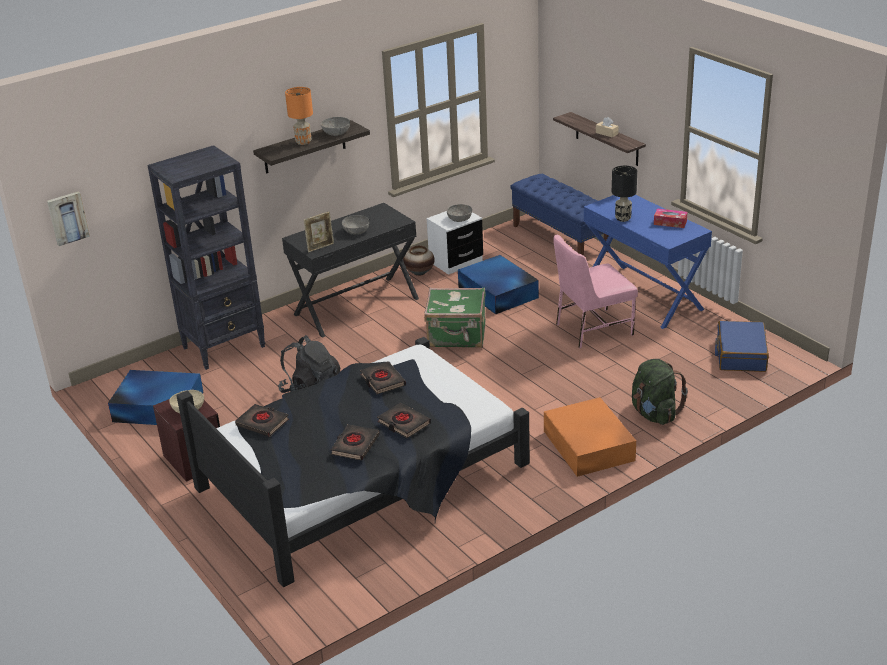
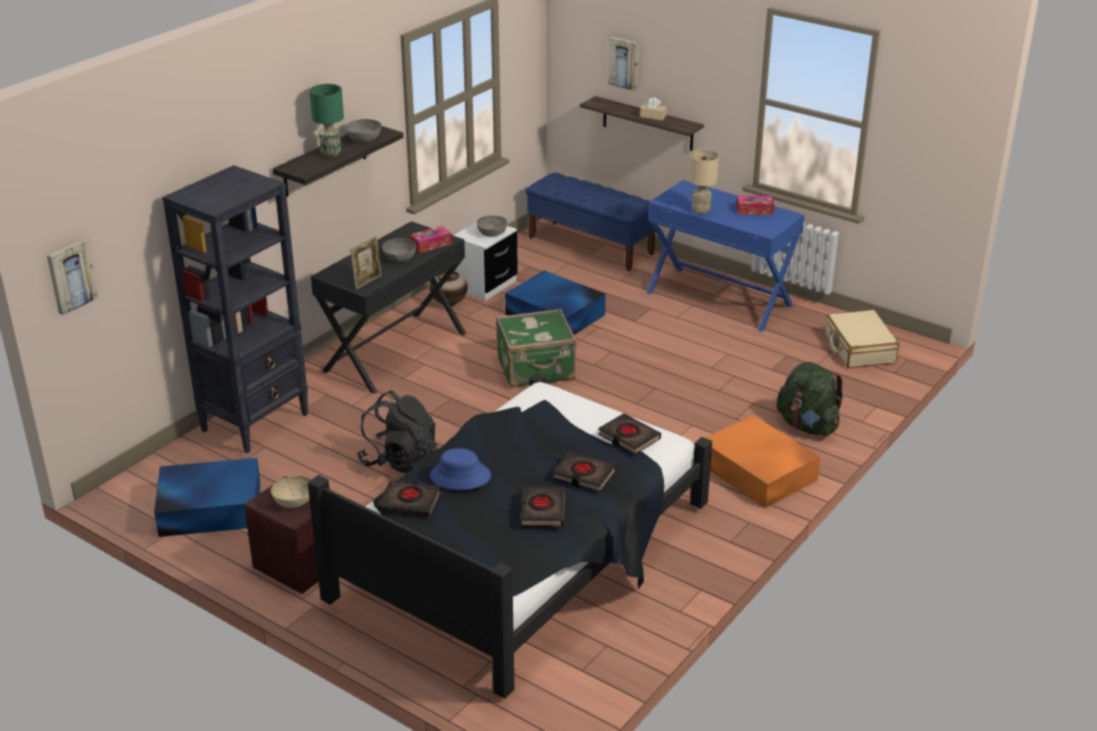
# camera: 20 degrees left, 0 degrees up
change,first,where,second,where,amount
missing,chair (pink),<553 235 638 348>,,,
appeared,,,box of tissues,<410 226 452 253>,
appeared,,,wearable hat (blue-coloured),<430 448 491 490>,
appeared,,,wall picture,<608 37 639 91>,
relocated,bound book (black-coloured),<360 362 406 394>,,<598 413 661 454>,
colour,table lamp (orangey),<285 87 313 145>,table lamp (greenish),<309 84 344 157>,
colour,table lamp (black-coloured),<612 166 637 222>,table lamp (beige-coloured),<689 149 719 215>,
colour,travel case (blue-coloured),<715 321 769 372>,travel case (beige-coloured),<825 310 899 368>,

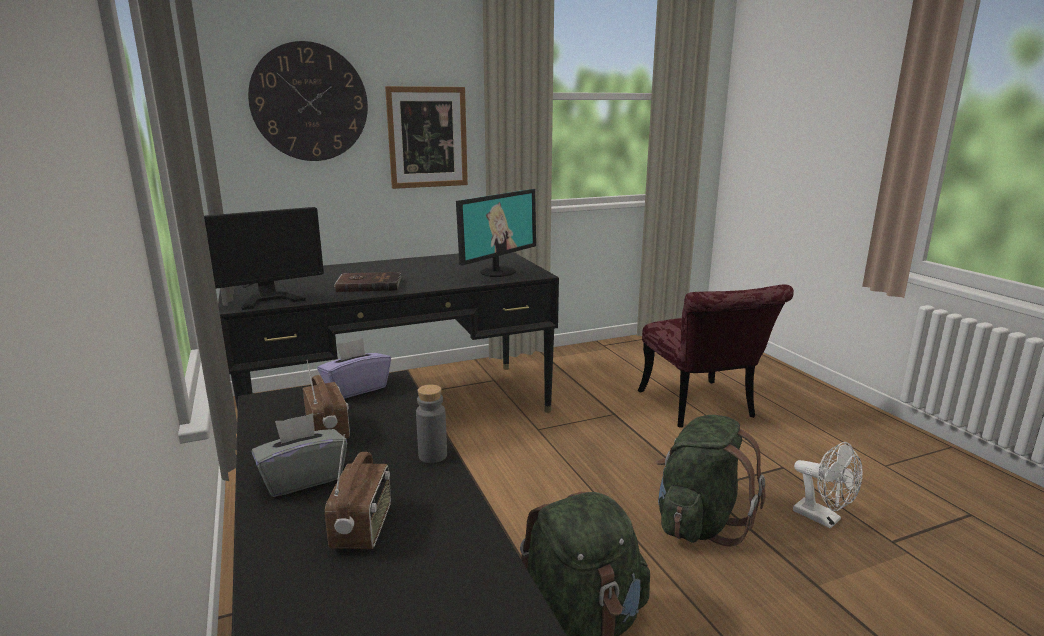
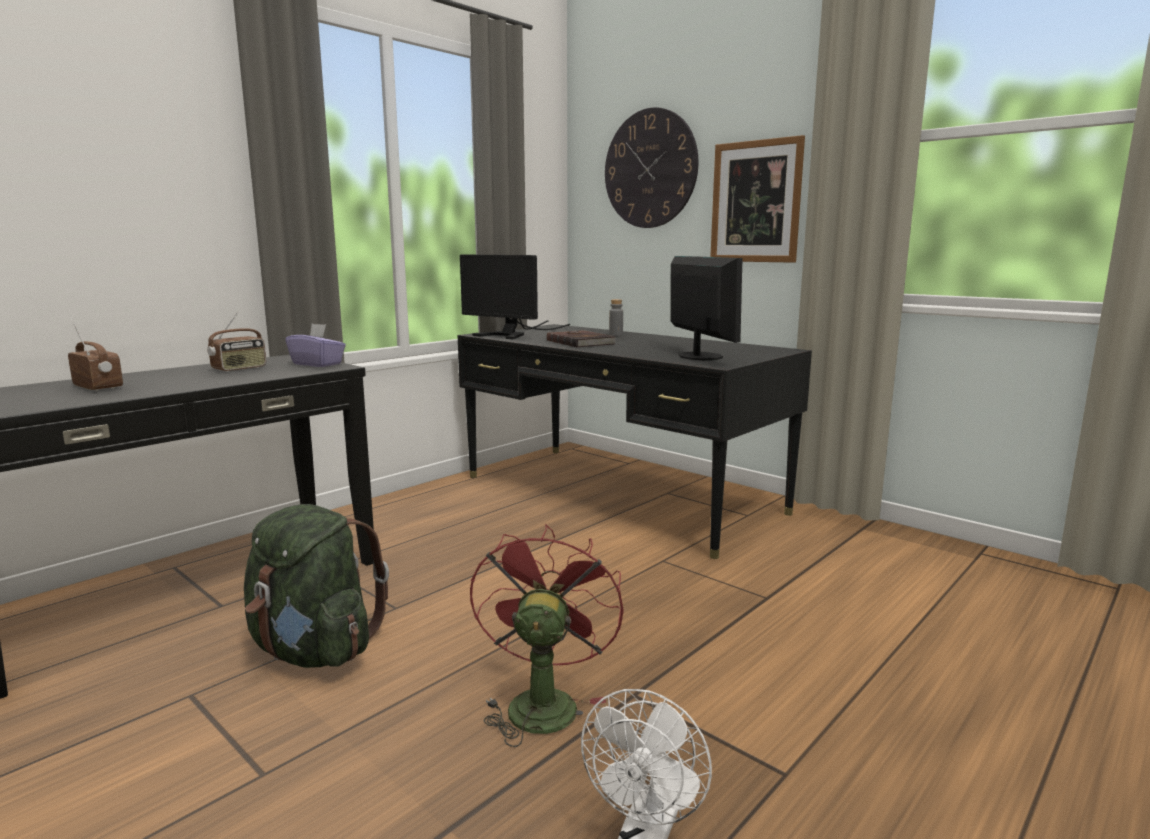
# camera: 65 degrees right, 5 degrees down
change,first,where,second,where,amount
missing,box of tissues (grey),<252 413 347 497>,,,
missing,chair (red-coloured),<638 284 794 428>,,,
relocated,bottle (grey),<416 384 447 463>,,<609 299 623 336>,
exchanged,knapsack (greenish),<657 415 765 547>,cooling fan (red-coloured),<470 524 624 747>,
spun,radio set,<325 434 391 549>,,<68 324 123 391>,120 degrees counterclockwise
spun,computer screen,<456 189 536 277>,,<671 256 742 360>,120 degrees counterclockwise

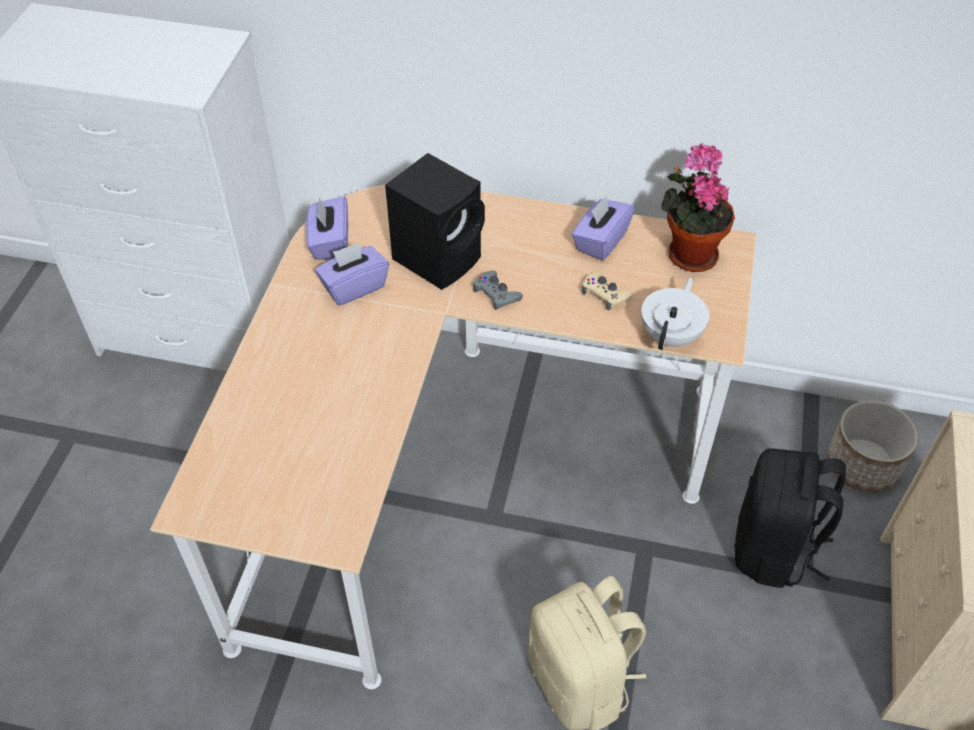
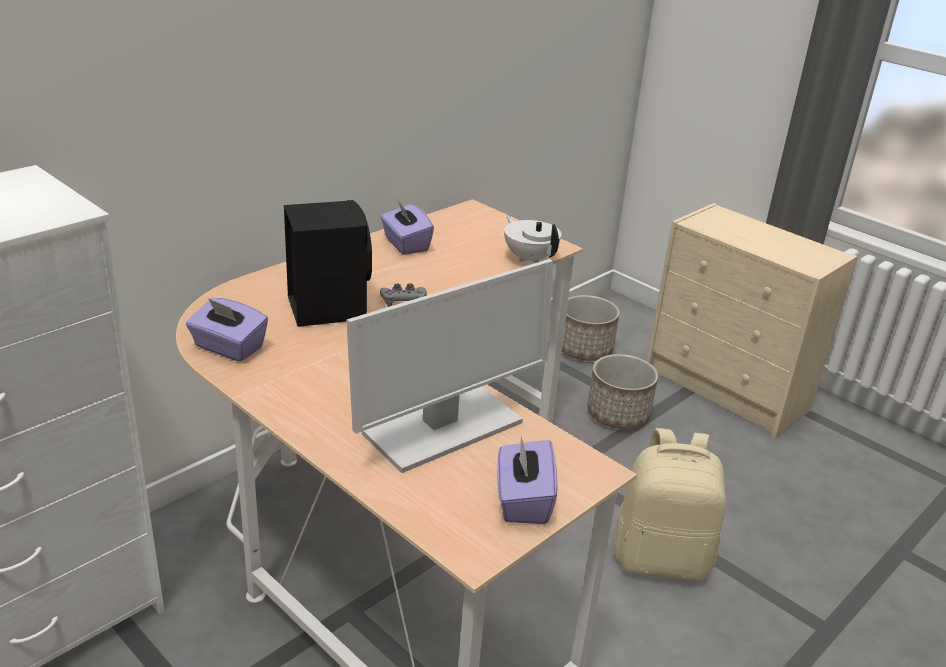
# camera: 60 degrees left, 20 degrees down
change,first,where,second,where,amount
missing,gamepad (beige-coloured),<582 271 632 310>,,,
missing,potted plant,<661 143 735 272>,,,
appeared,,,computer screen,<346 259 553 473>,
relocated,box of tissues (purple-coloured),<315 242 389 306>,,<497 437 557 524>,
exchanged,knapsack (black-coloured),<734 448 846 588>,planter,<587 354 658 429>,

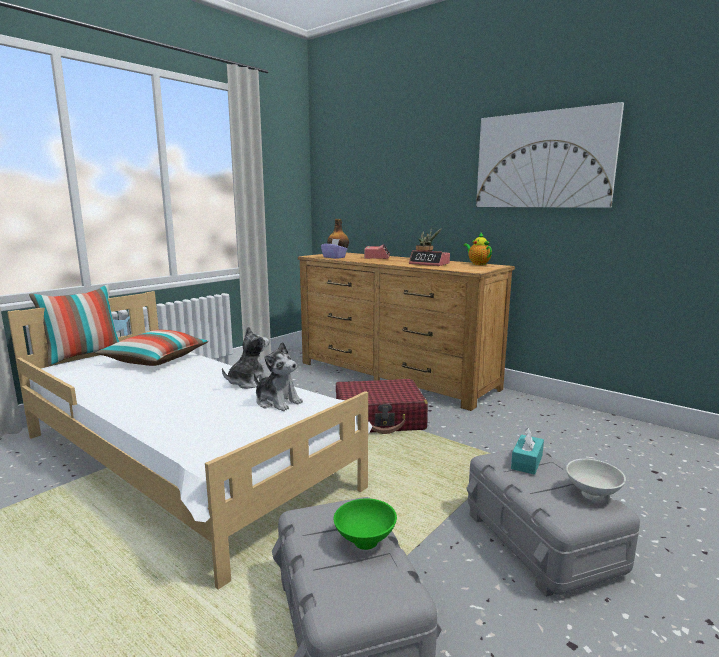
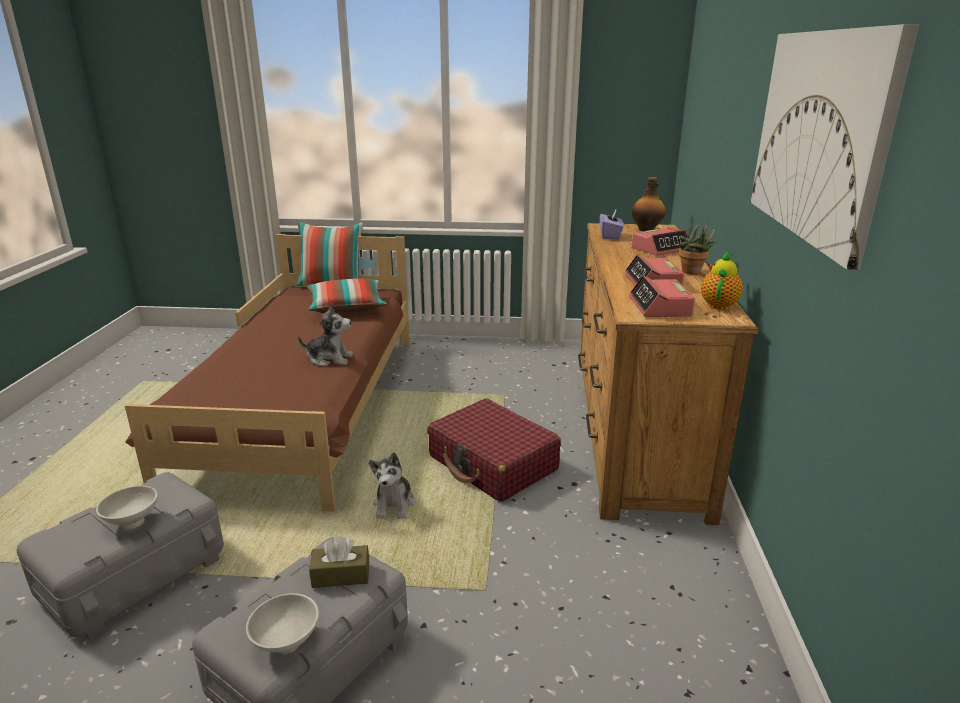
# camera: 55 degrees right, 10 degrees up
change,first,where,second,where,amount
appeared,,,alarm clock,<629 275 695 317>,
relocated,soft toy,<254 342 303 411>,,<368 452 415 519>,
colour,bed (white),<7 291 372 590>,bed (brown),<125 234 410 512>,
colour,deep dish (greenish),<333 498 397 550>,deep dish (white),<96 486 158 529>,
colour,box of tissues (turquoise-coloured),<511 428 544 475>,box of tissues (brown),<309 536 369 588>,

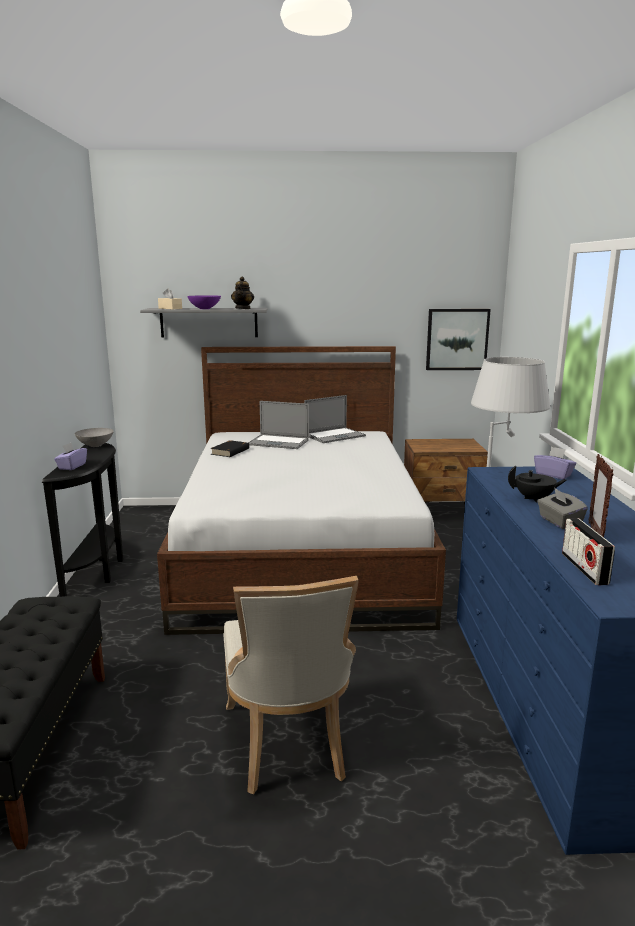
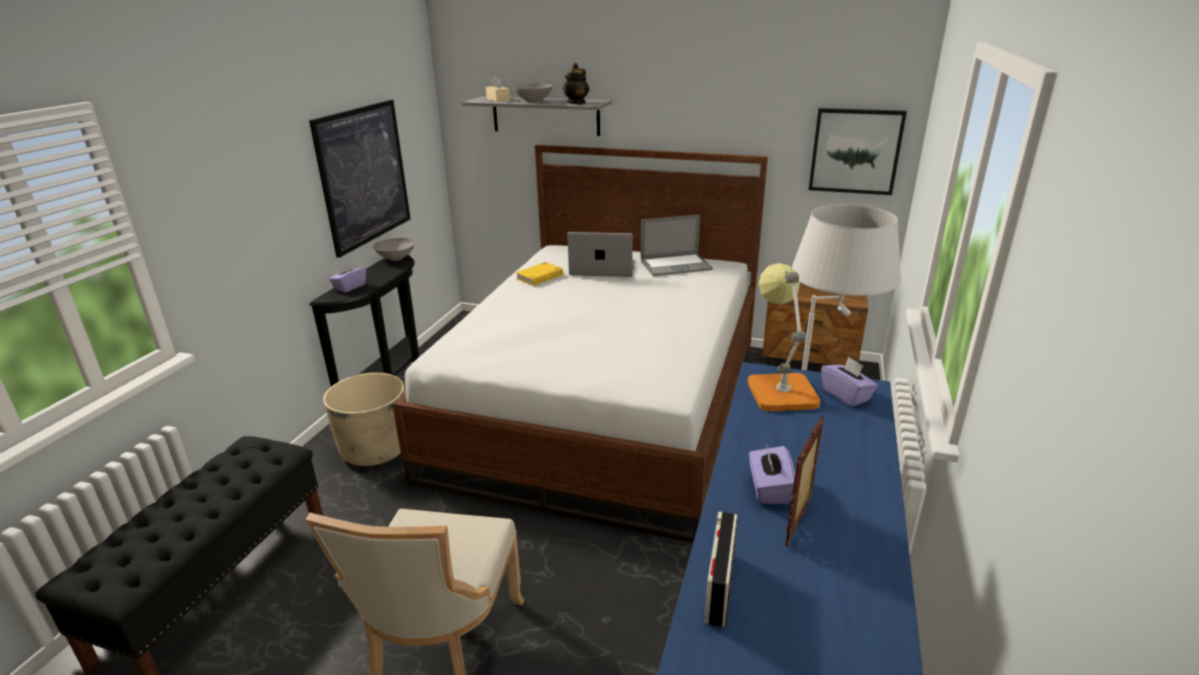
# camera: 20 degrees right, 10 degrees up
change,first,where,second,where,amount
missing,teapot (black-coloured),<508 466 567 503>,,,
appeared,,,wall picture,<309 100 411 258>,
appeared,,,planter (beige-coloured),<323 373 405 466>,
appeared,,,table lamp,<748 263 821 411>,
colour,deep dish (purple-coloured),<187 295 221 309>,deep dish (grey),<513 84 553 103>,
colour,bound book (black-coloured),<210 440 249 457>,bound book (yellowish),<515 262 564 286>,
colour,box of tissues (grey),<537 488 588 529>,box of tissues (purple-coloured),<749 444 795 504>,
spun,laptop,<248 401 309 449>,,<567 232 635 277>,150 degrees clockwise

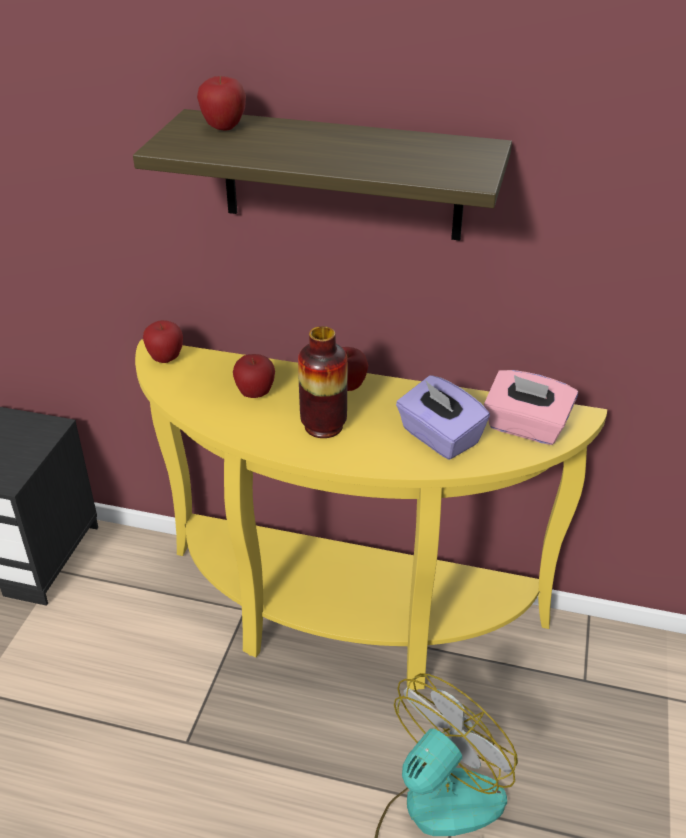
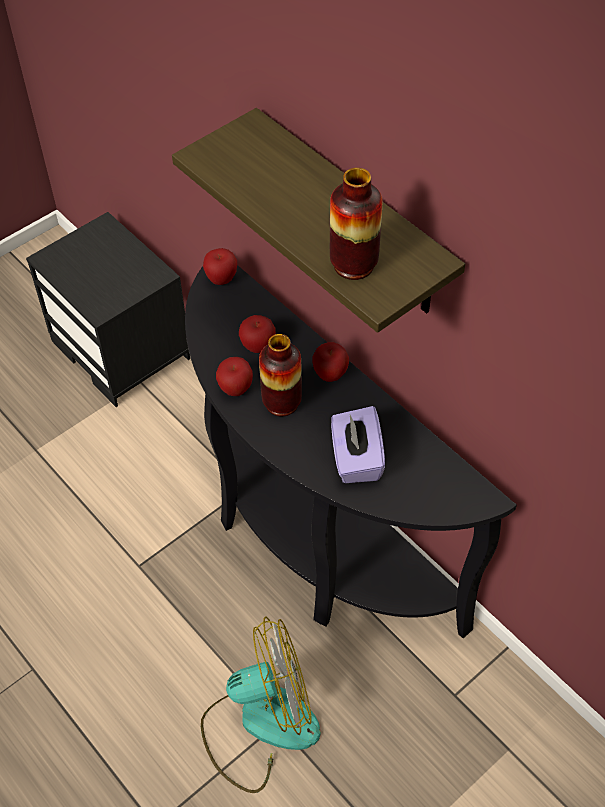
# camera: 35 degrees right, 15 degrees up
change,first,where,second,where,amount
missing,box of tissues (pink),<484 370 578 445>,,,
appeared,,,decorative vase,<330 168 382 280>,
relocated,apple fruit,<197 76 246 130>,,<216 357 253 396>,
colour,hall table (yellowish),<135 339 607 690>,hall table (black-coloured),<185 265 517 638>,

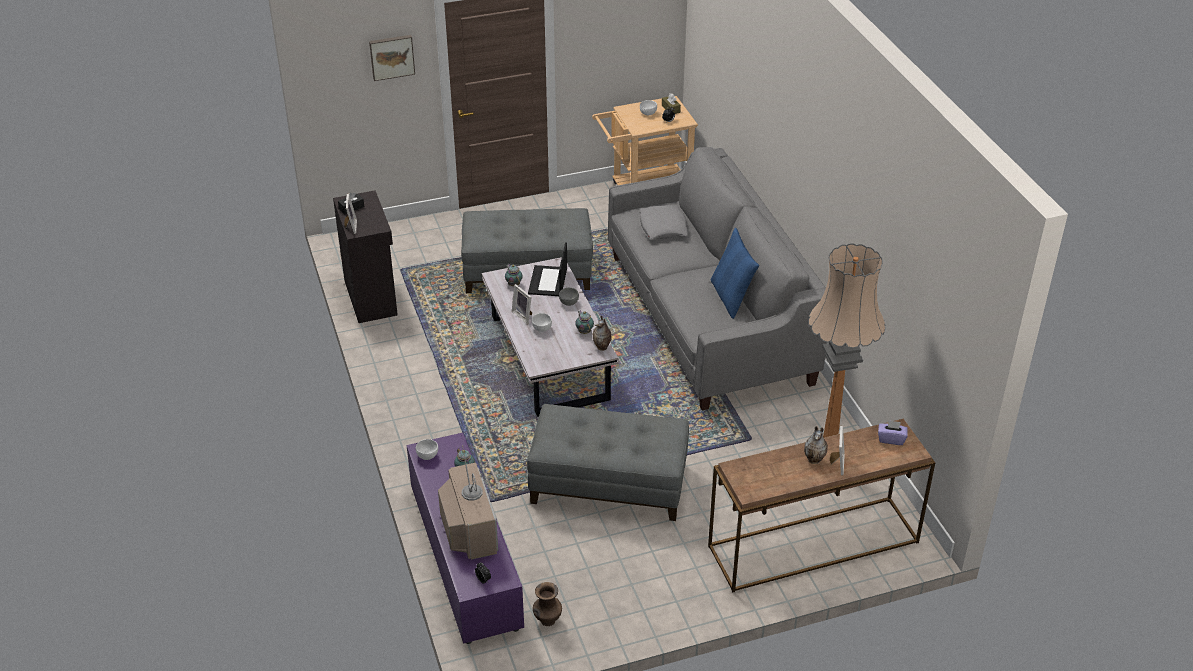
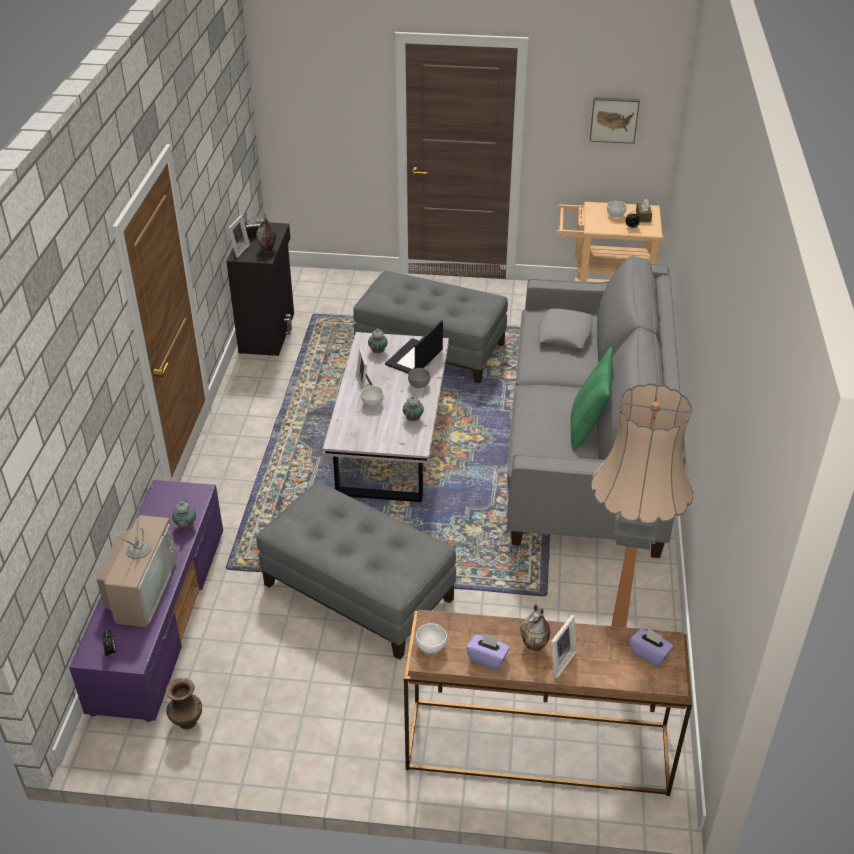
# camera: 25 degrees right, 0 degrees up
change,first,where,second,where,amount
appeared,,,box of tissues (purple-coloured),<466 633 510 670>,
relocated,wall picture,<369 35 415 81>,,<590 97 640 144>,
relocated,deep dish (white),<416 439 438 460>,,<415 623 447 654>,
relocated,decorative vase,<593 316 612 351>,,<255 214 276 252>,
colour,pillow (blue-coloured),<711 228 759 319>,pillow (greenish),<571 347 613 451>,

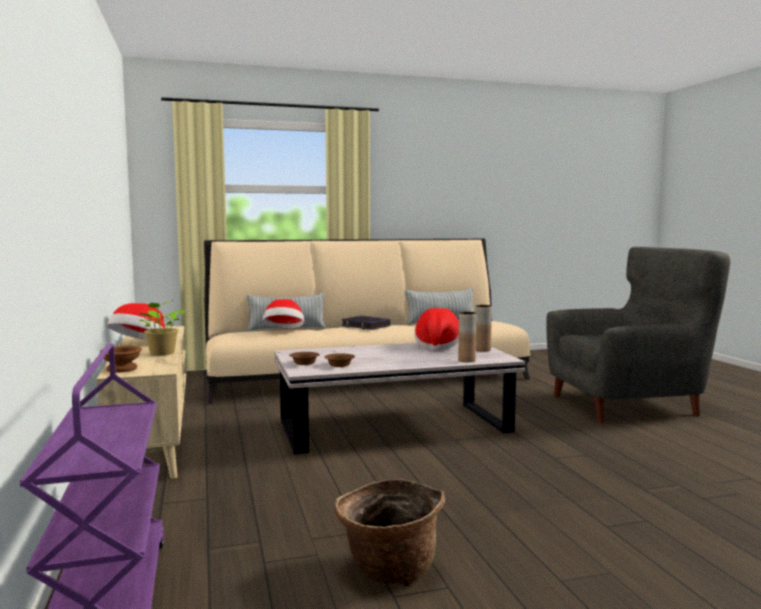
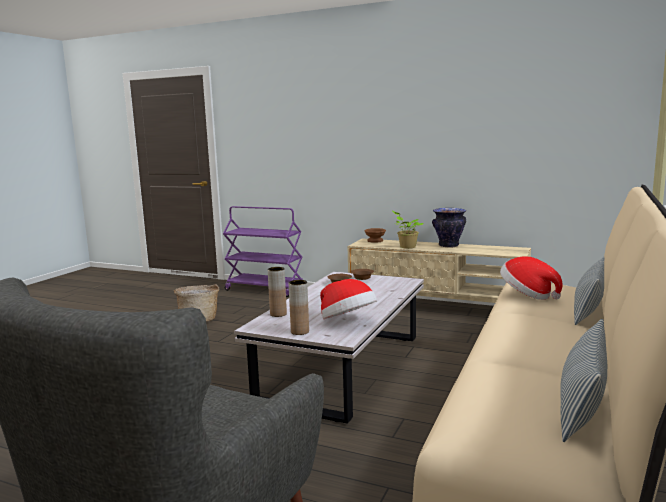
# camera: 130 degrees right, 5 degrees up
change,first,where,second,where,amount
missing,bound book,<342 316 391 330>,,,
exchanged,wearable hat,<108 303 165 340>,decorative vase,<432 208 466 248>,

